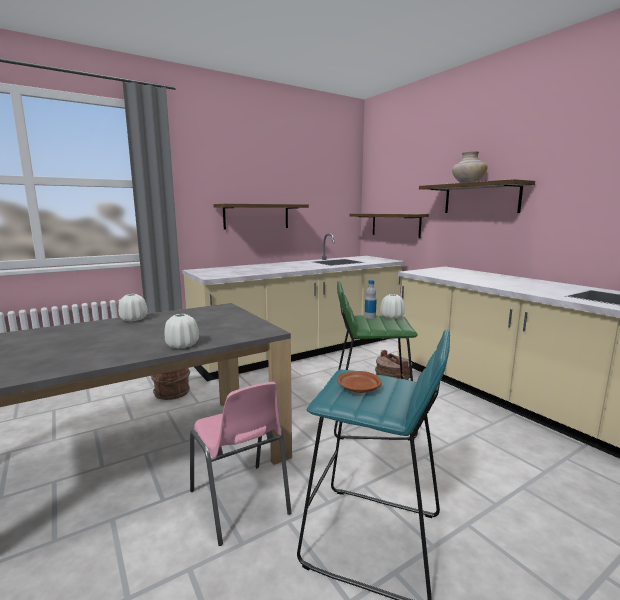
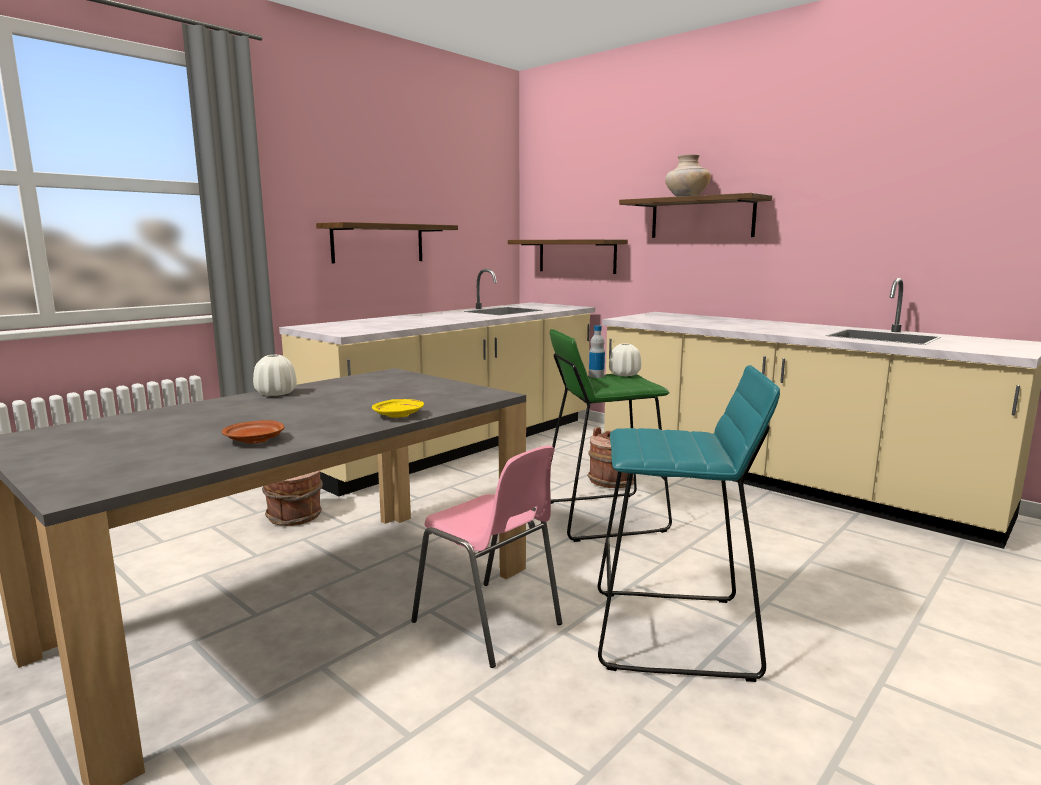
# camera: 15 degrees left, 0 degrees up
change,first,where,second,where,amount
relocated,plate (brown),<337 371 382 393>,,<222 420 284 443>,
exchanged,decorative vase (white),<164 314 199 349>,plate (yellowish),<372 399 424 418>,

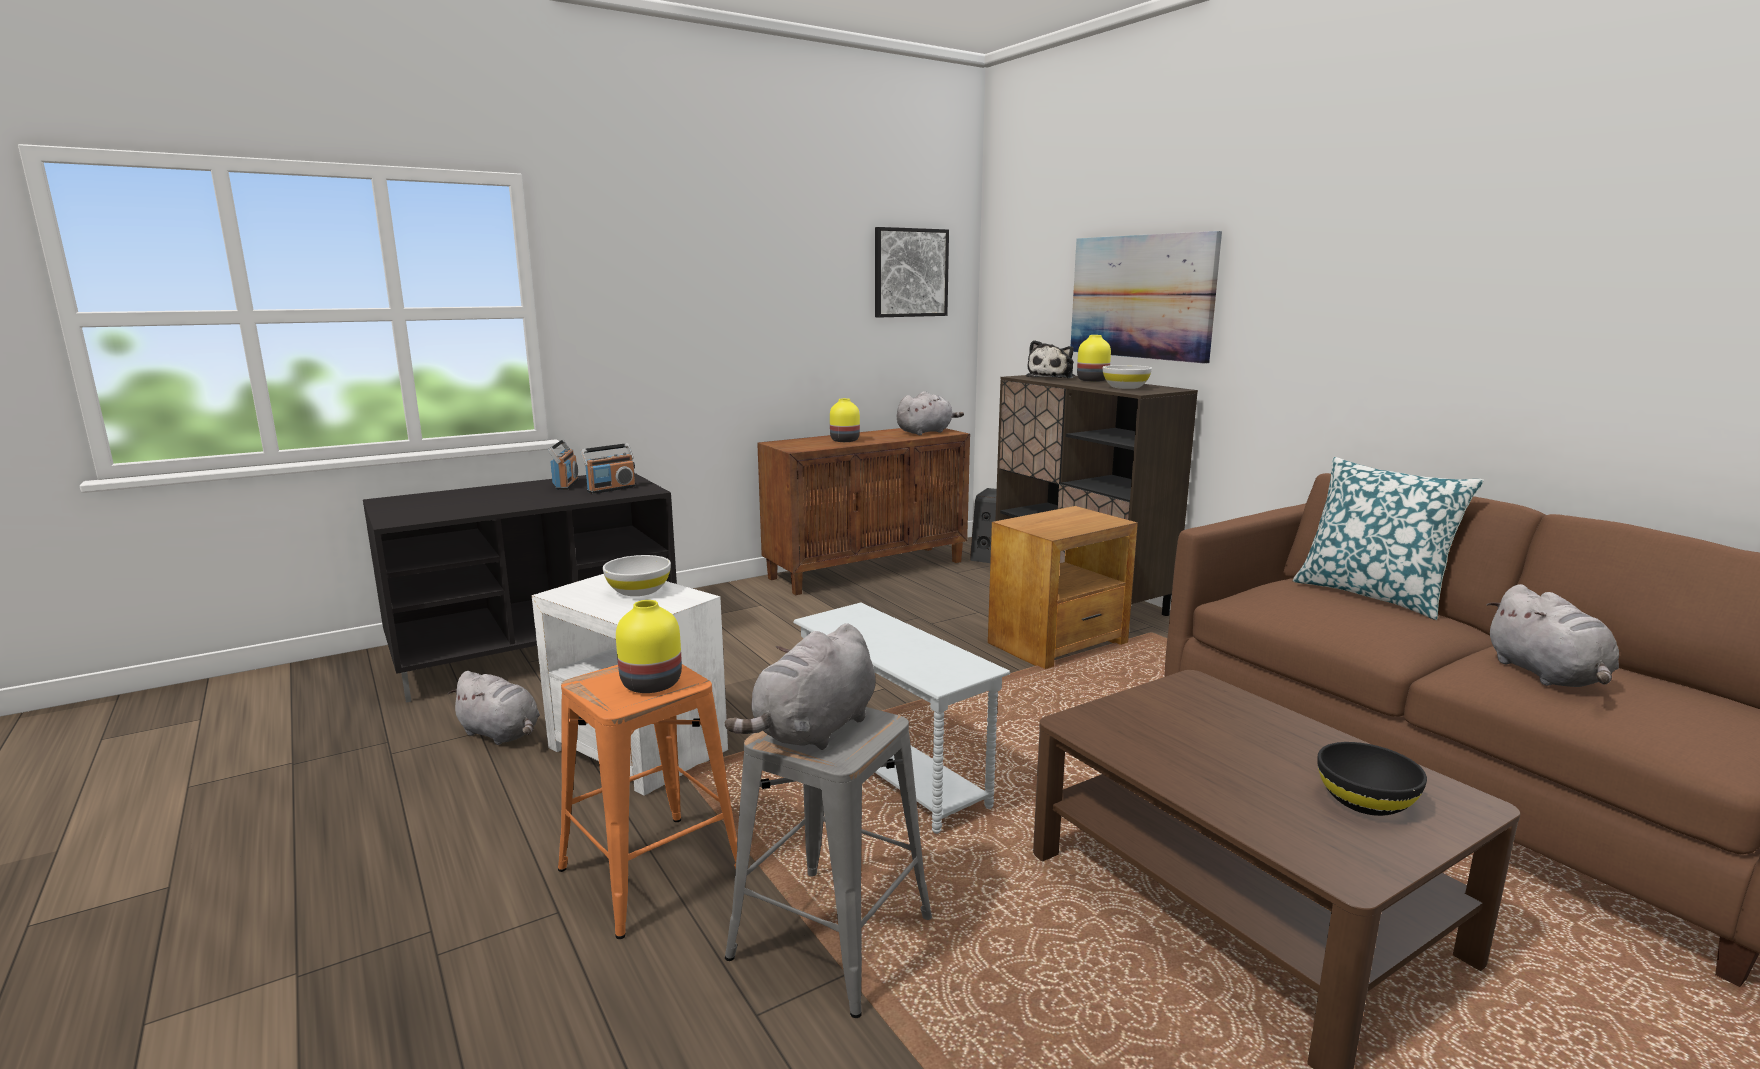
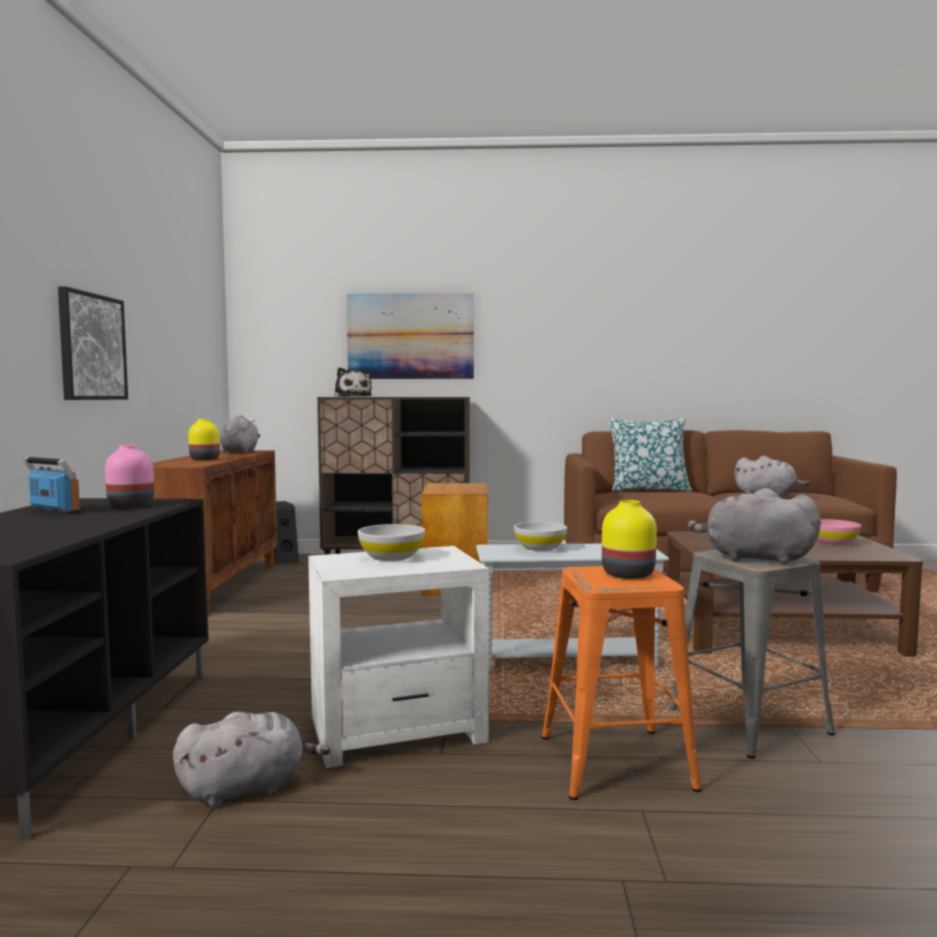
# camera: 55 degrees left, 10 degrees down
change,first,where,second,where,amount
missing,decorative vase (yellowish),<1077 335 1111 382>,,,
relocated,wall picture,<875 227 949 318>,,<58 286 128 400>,
relocated,deep dish (white),<1103 365 1152 389>,,<514 522 567 551>,
exchanged,radio set,<580 443 636 494>,decorative vase (pink),<105 445 154 508>,
colour,deep dish (black-coloured),<1317 742 1427 816>,deep dish (pink),<817 519 861 545>,
spun,soft toy (grey),<725 623 875 750>,,<687 488 821 564>,135 degrees clockwise

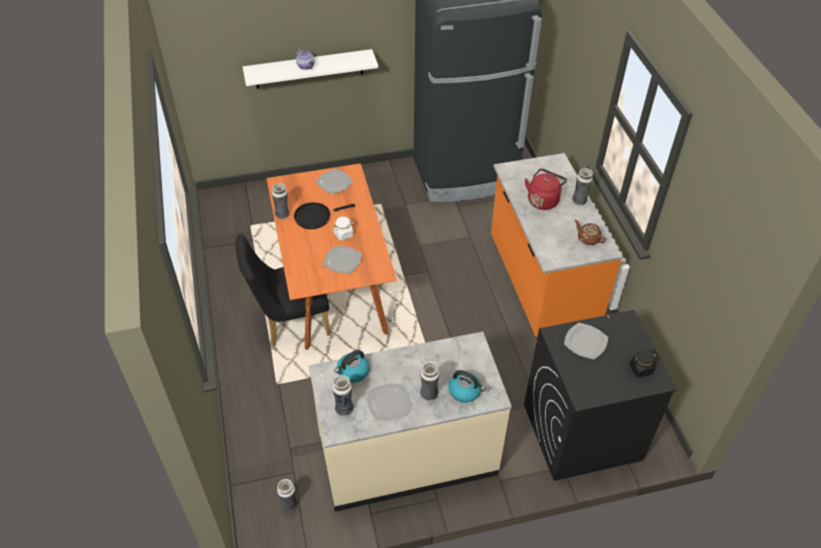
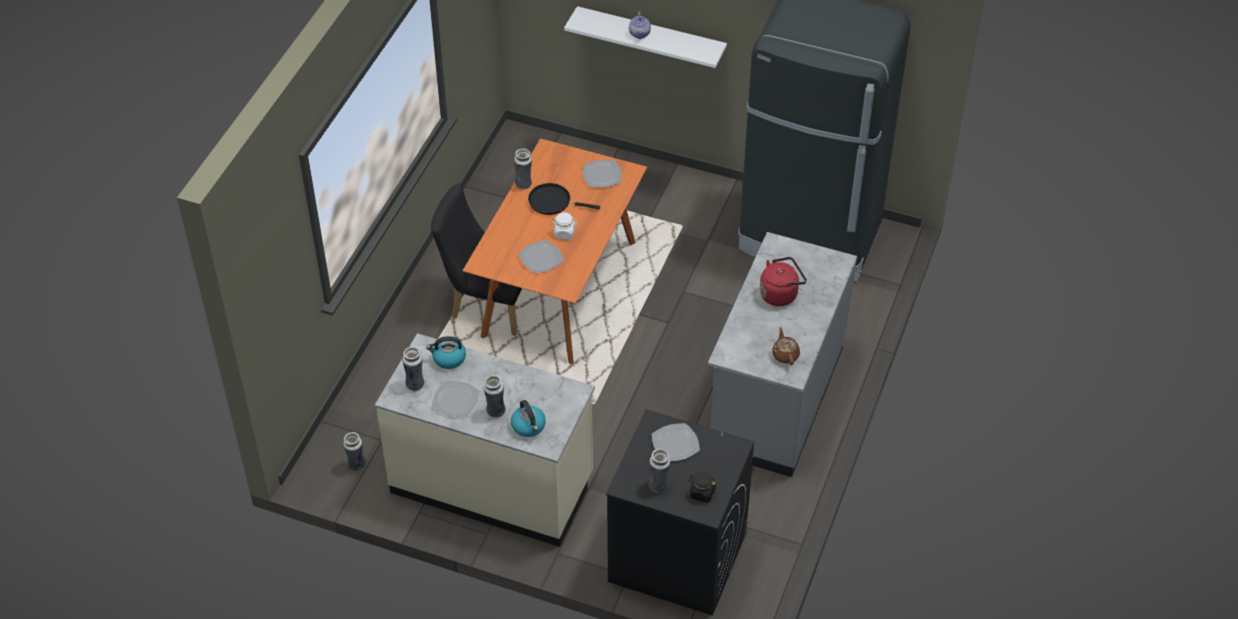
# camera: 35 degrees right, 0 degrees up
change,first,where,second,where,amount
relocated,decorative vase,<572 168 593 205>,,<649 449 670 493>,
colour,kitchen counter (orangey),<491 153 623 337>,kitchen counter (grey),<708 232 857 477>,

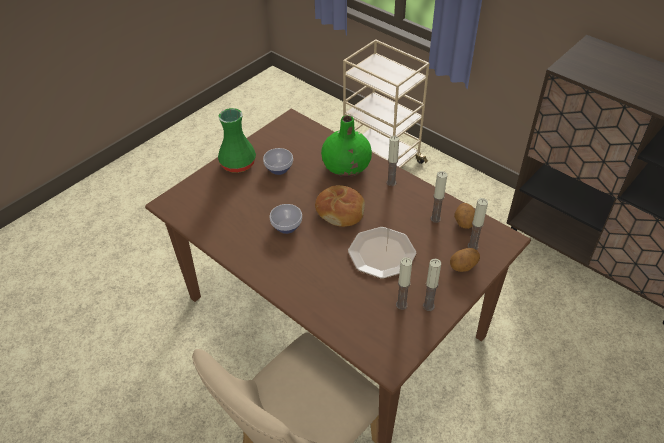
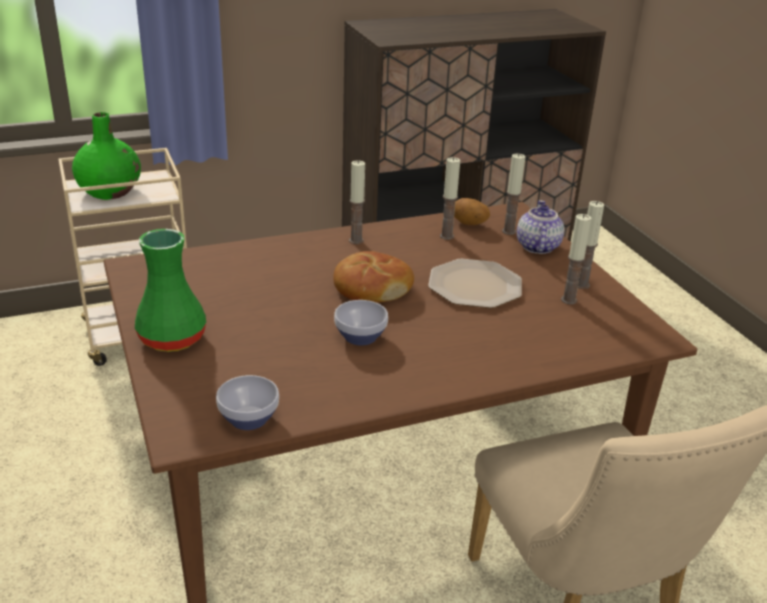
# camera: 65 degrees left, 15 degrees down
change,first,where,second,where,amount
relocated,deep dish,<263 148 293 175>,,<216 375 279 430>,
relocated,decorative vase (greenish),<321 115 372 177>,,<72 112 141 200>,
exchanged,potato,<450 248 480 272>,teapot,<517 200 564 254>,

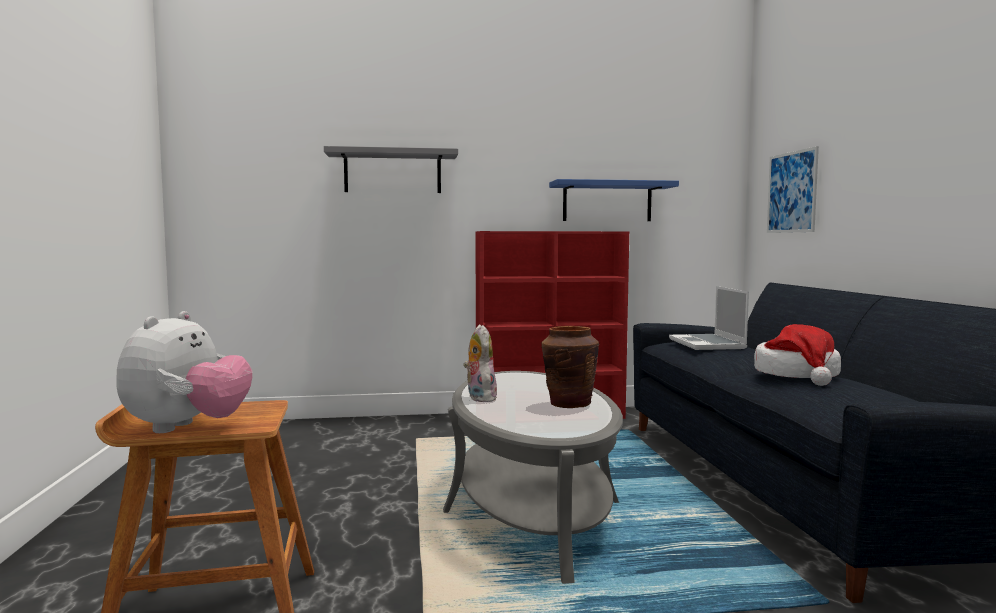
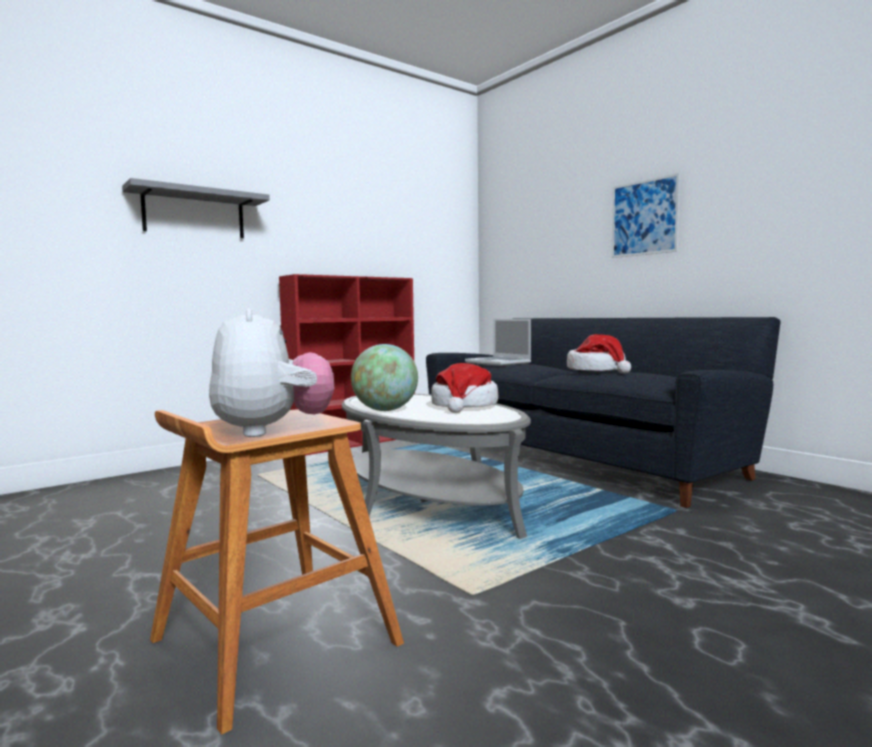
# camera: 30 degrees left, 0 degrees up
change,first,where,second,where,amount
missing,shelf (blue-coloured),<549 179 679 221>,,,
relocated,wall picture,<767 146 819 233>,,<612 173 680 258>,
exchanged,soft toy,<463 324 497 402>,globe,<351 344 418 411>,
exchanged,decorative vase (brown),<541 326 599 408>,wearable hat,<431 363 498 413>,

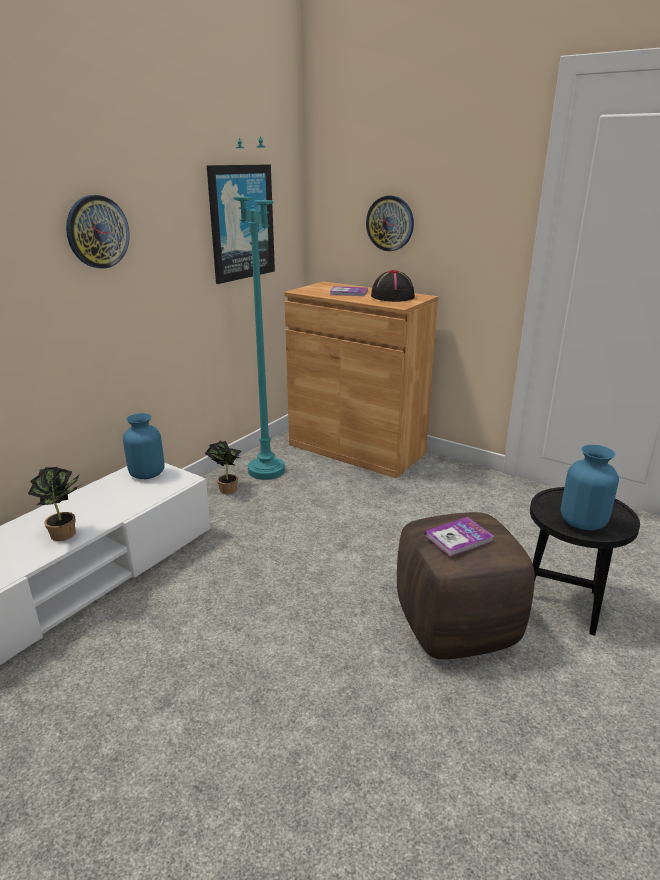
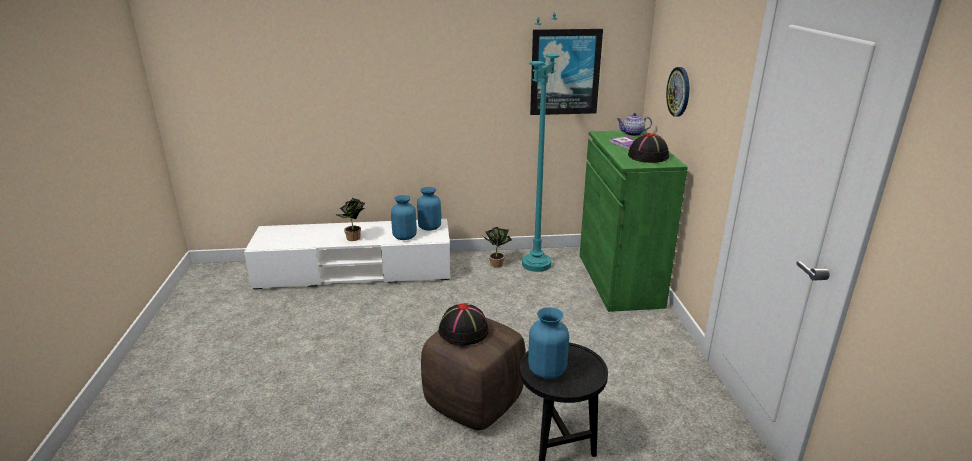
# camera: 50 degrees right, 0 degrees up
change,first,where,second,where,amount
missing,clock on the wall,<66 195 130 269>,,,
appeared,,,decorative vase (blue-coloured),<391 195 417 240>,
appeared,,,teapot,<617 113 652 136>,
exchanged,bound book,<425 517 494 557>,wearable hat (black-coloured),<438 303 489 346>,
colour,cupboard (brown),<284 281 438 478>,cupboard (greenish),<580 131 688 312>,

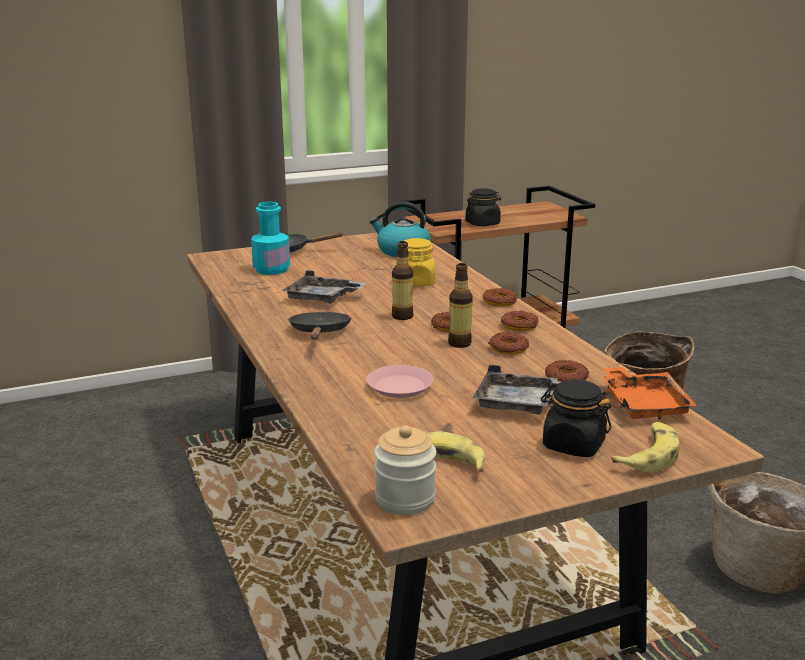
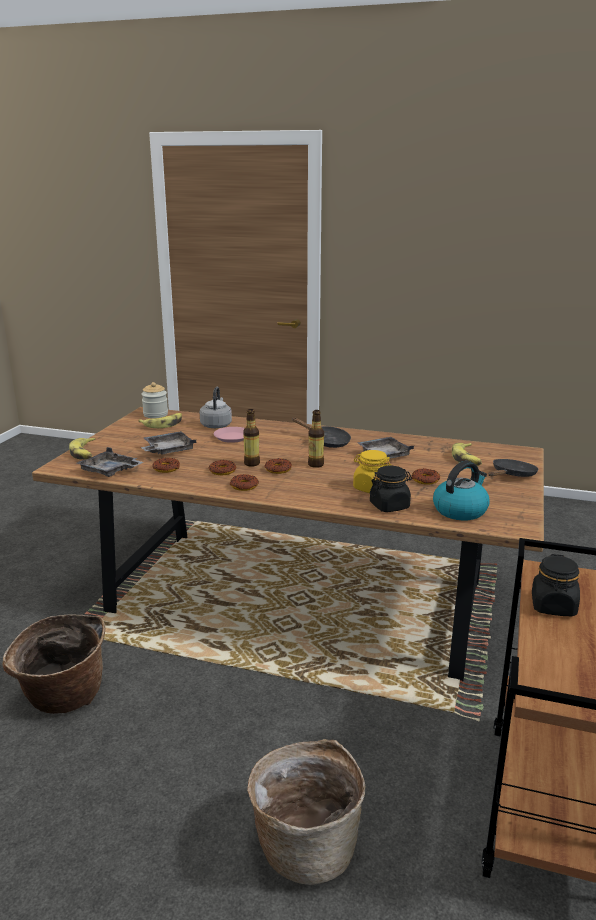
# camera: 130 degrees right, 0 degrees up
change,first,where,second,where,amount
appeared,,,kettle (grey),<200 387 232 428>,
relocated,doughnut,<482 288 518 307>,,<412 468 440 485>,
relocated,preserve jar (black-coloured),<541 379 611 457>,,<370 466 412 512>,
exchanged,bottle (turquoise-coloured),<251 202 290 275>,banana,<452 443 482 466>,
colour,tray (orangey),<603 367 697 420>,tray (grey),<76 447 143 477>,

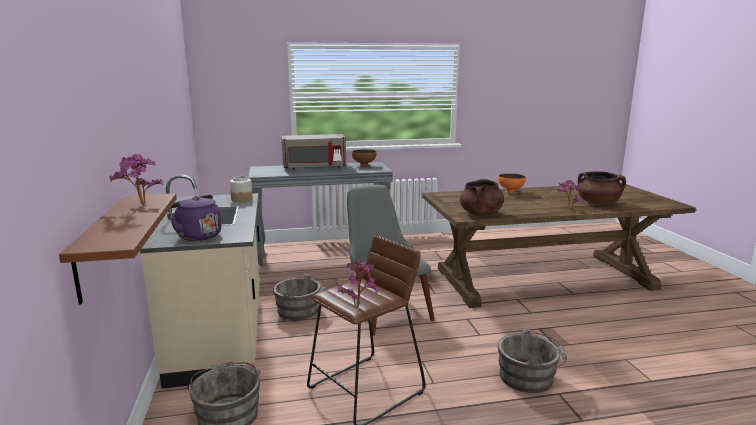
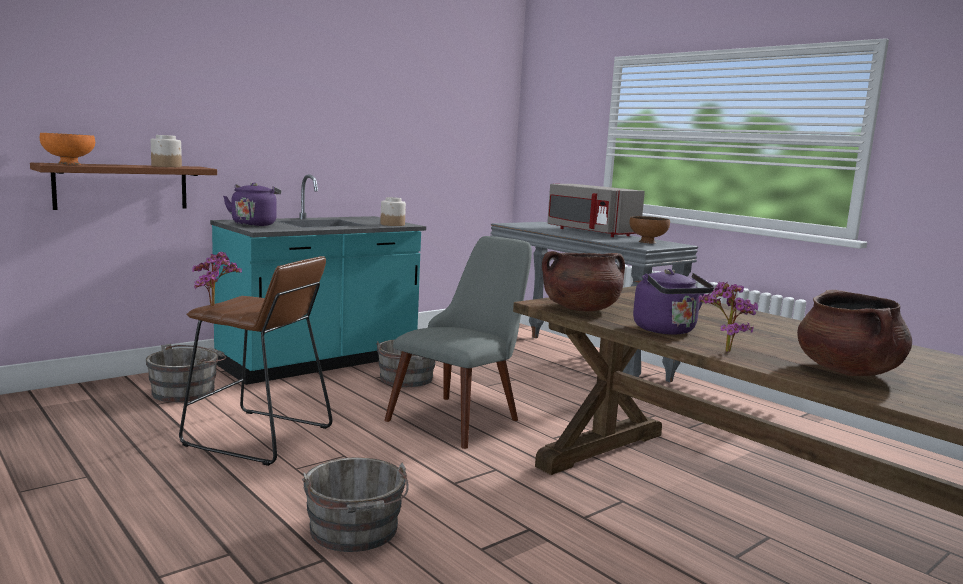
# camera: 60 degrees right, 5 degrees down
change,first,where,second,where,amount
appeared,,,kettle (purple-coloured),<633 269 714 335>,
relocated,deep dish (orangey),<498 173 526 193>,,<40 133 95 165>,
exchanged,potted plant,<110 154 163 205>,preserve jar,<151 135 182 167>,
colour,kitchen counter (beige-coloured),<140 175 260 389>,kitchen counter (turquoise-coloured),<210 174 426 385>,

